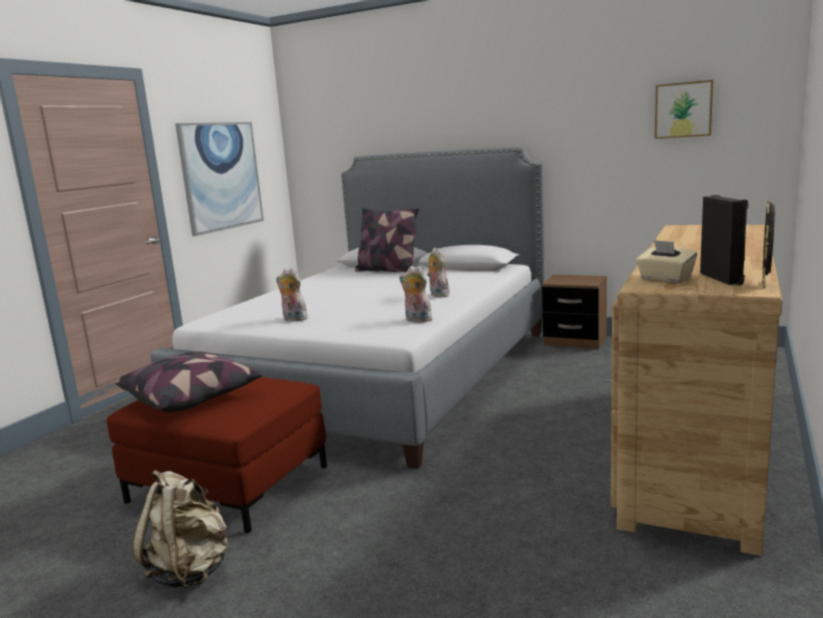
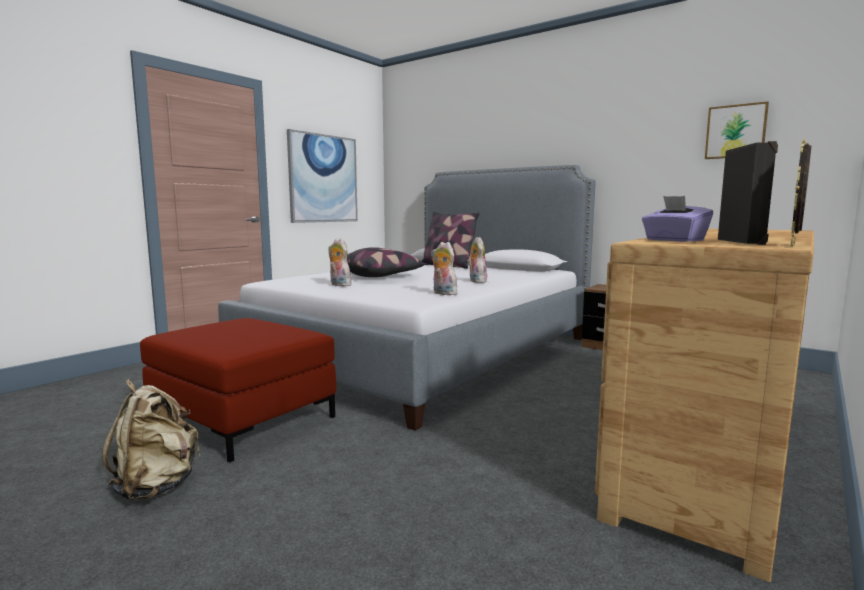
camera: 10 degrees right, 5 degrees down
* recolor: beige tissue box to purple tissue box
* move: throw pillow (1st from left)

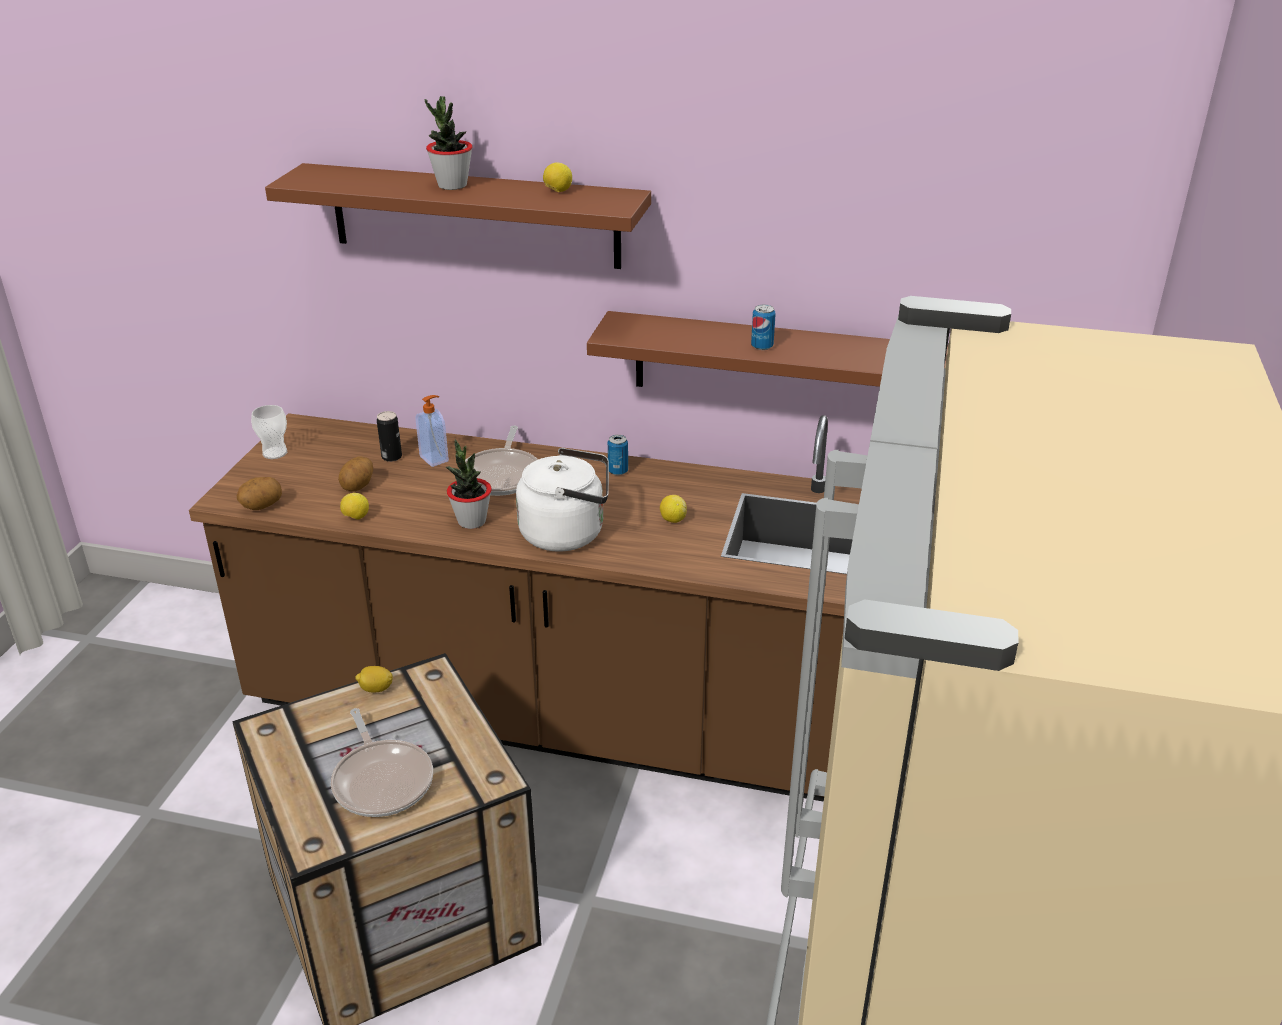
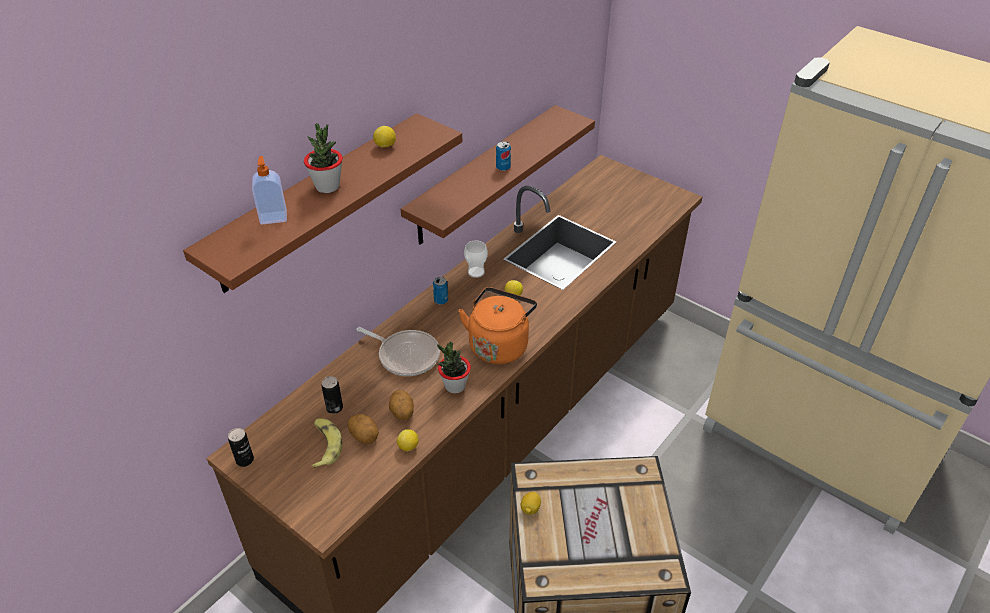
camera: 65 degrees left, 10 degrees up
* move: liquid soap bottle
* move: cup
* recolor: whitish water kettle to orange-coloured water kettle
* move: whole potato (1st from left in the first image) to whole potato (2nd from left)
* delete: frying pan (1st from left)
* insert: whole banana
* insert: sealed can (1st from left)

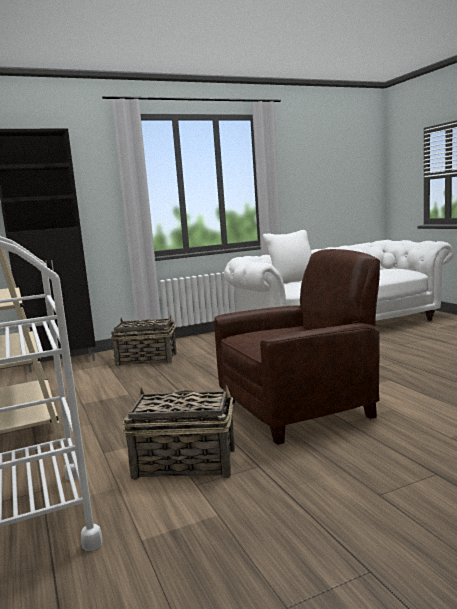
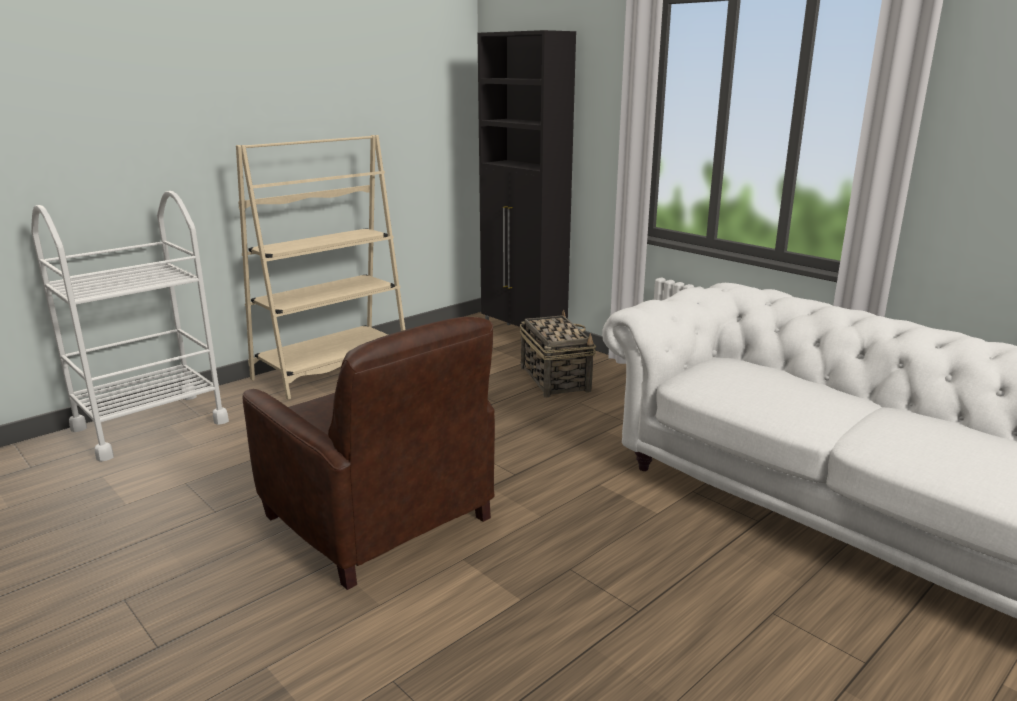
camera: 70 degrees right, 10 degrees up
* delete: whitish throw pillow
* delete: household basket (2nd from left)

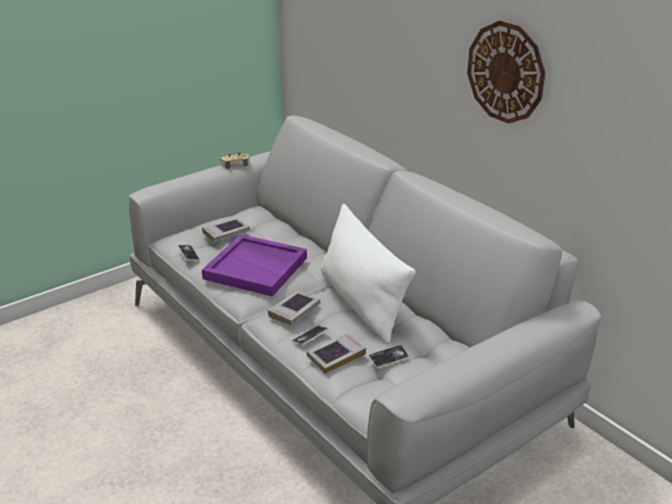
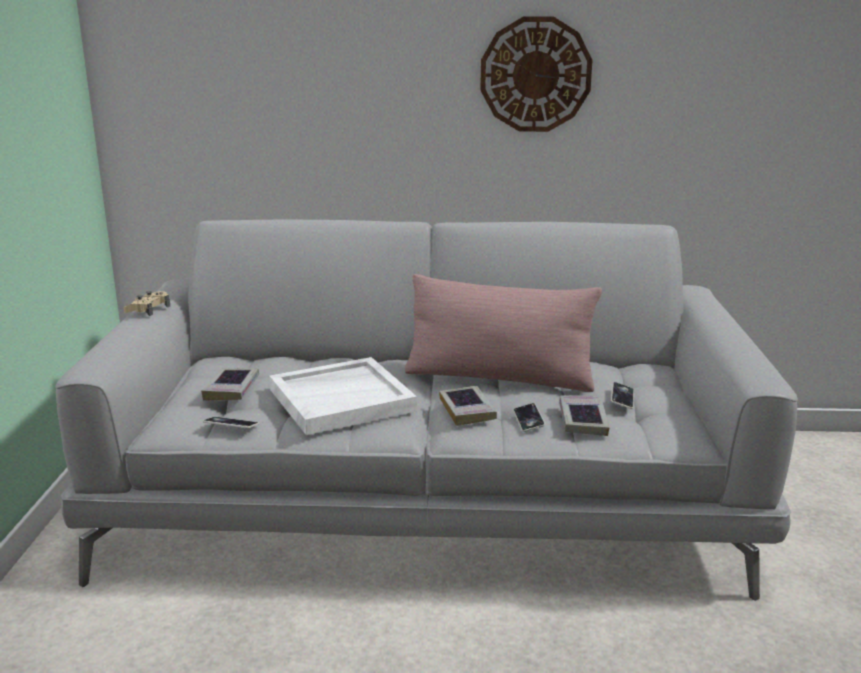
camera: 50 degrees left, 10 degrees down
* recolor: whitish throw pillow to pink throw pillow
* recolor: purple carrying tray to whitish carrying tray

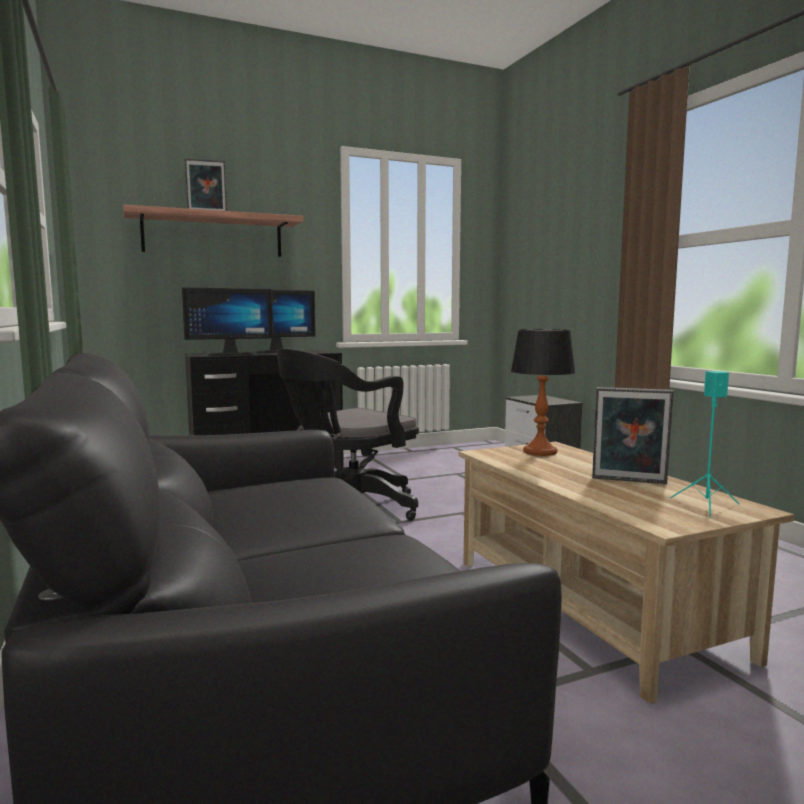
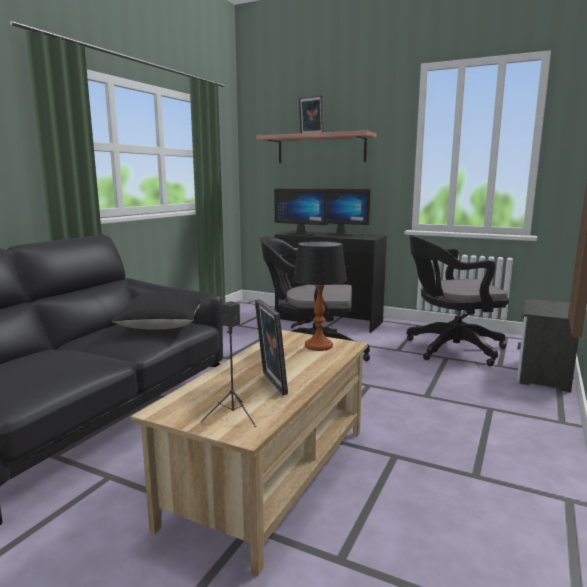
camera: 50 degrees right, 5 degrees up
* recolor: turquoise speaker to blackish speaker
* insert: blackish desk chair (2nd from left)
* insert: blackish throw pillow

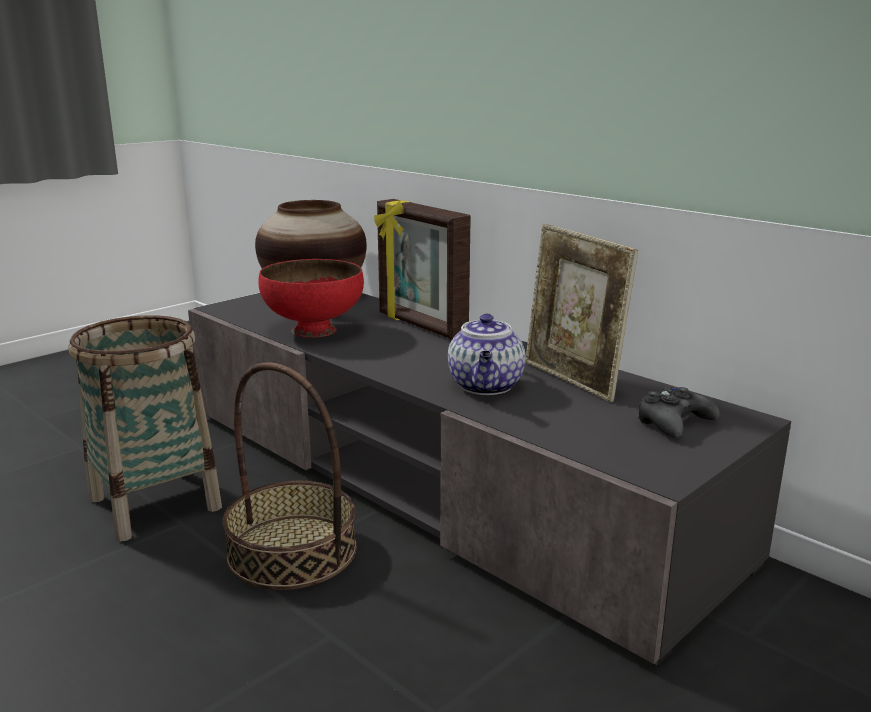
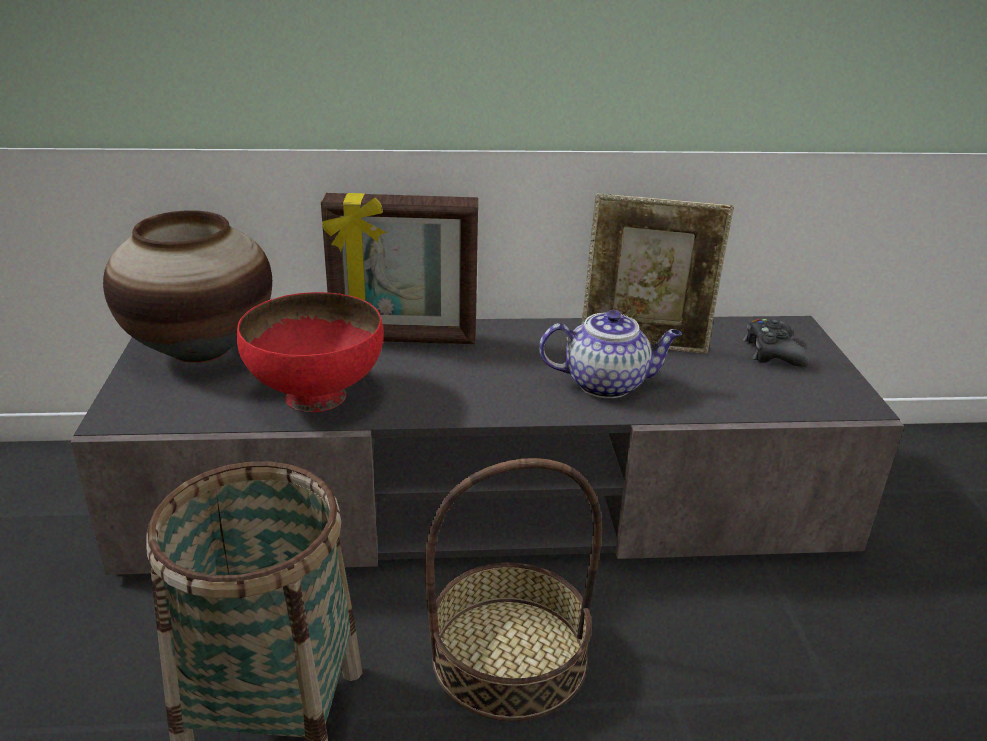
camera: 50 degrees left, 10 degrees up
* rotate: pot for tea 45 degrees counterclockwise

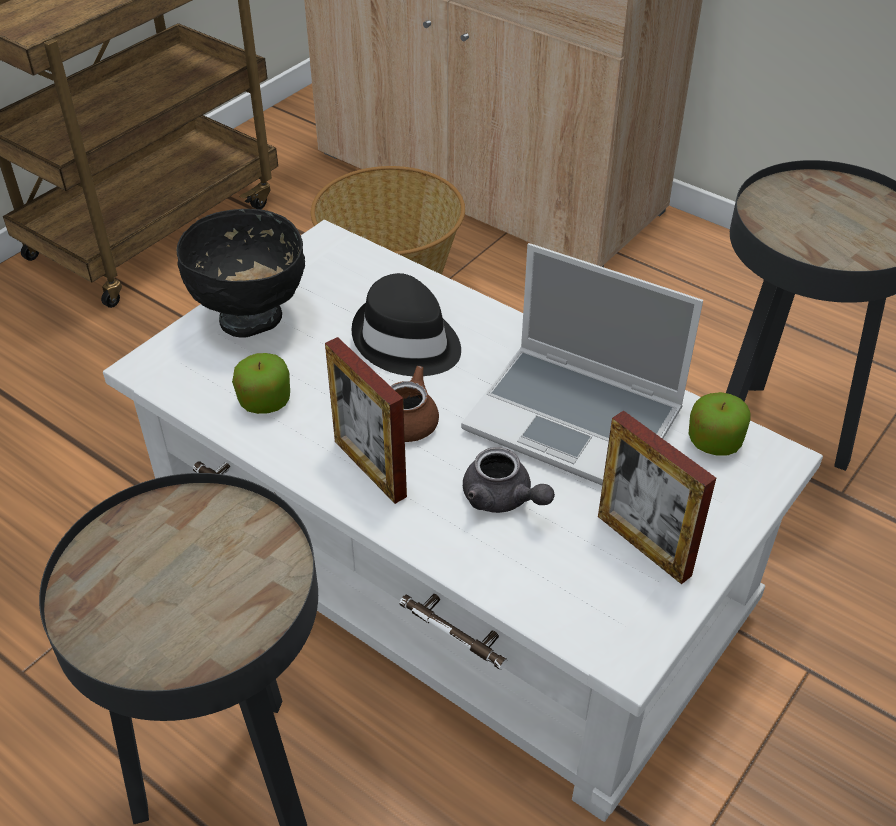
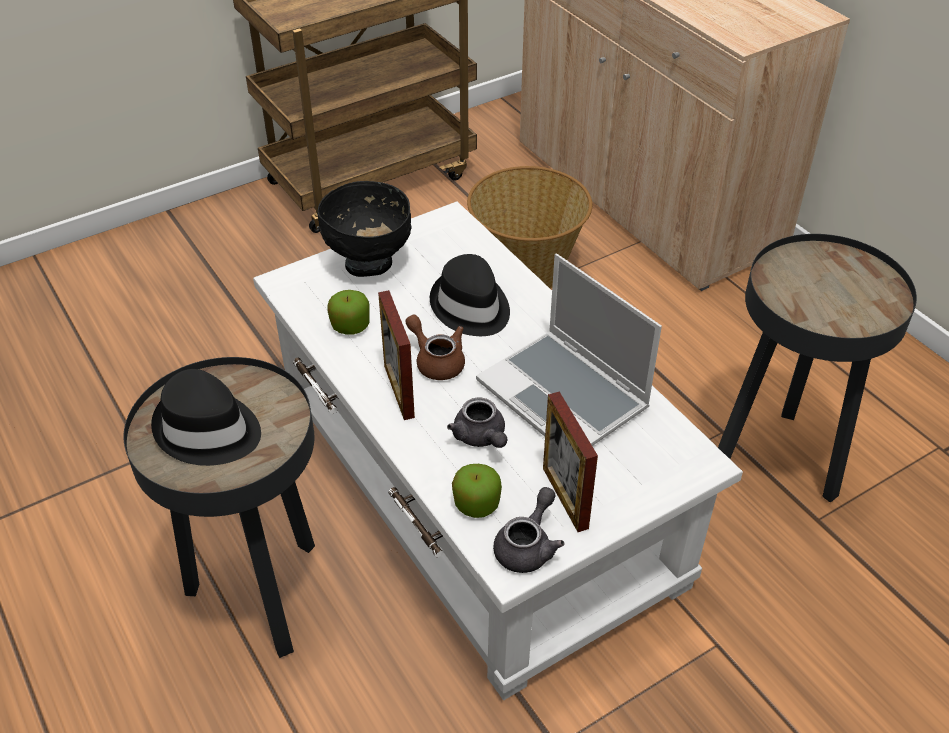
camera: 20 degrees right, 0 degrees up
* move: whole apple (2nd from left)
* insert: blackish hat (1st from left)
* insert: gray pot for tea (2nd from left)

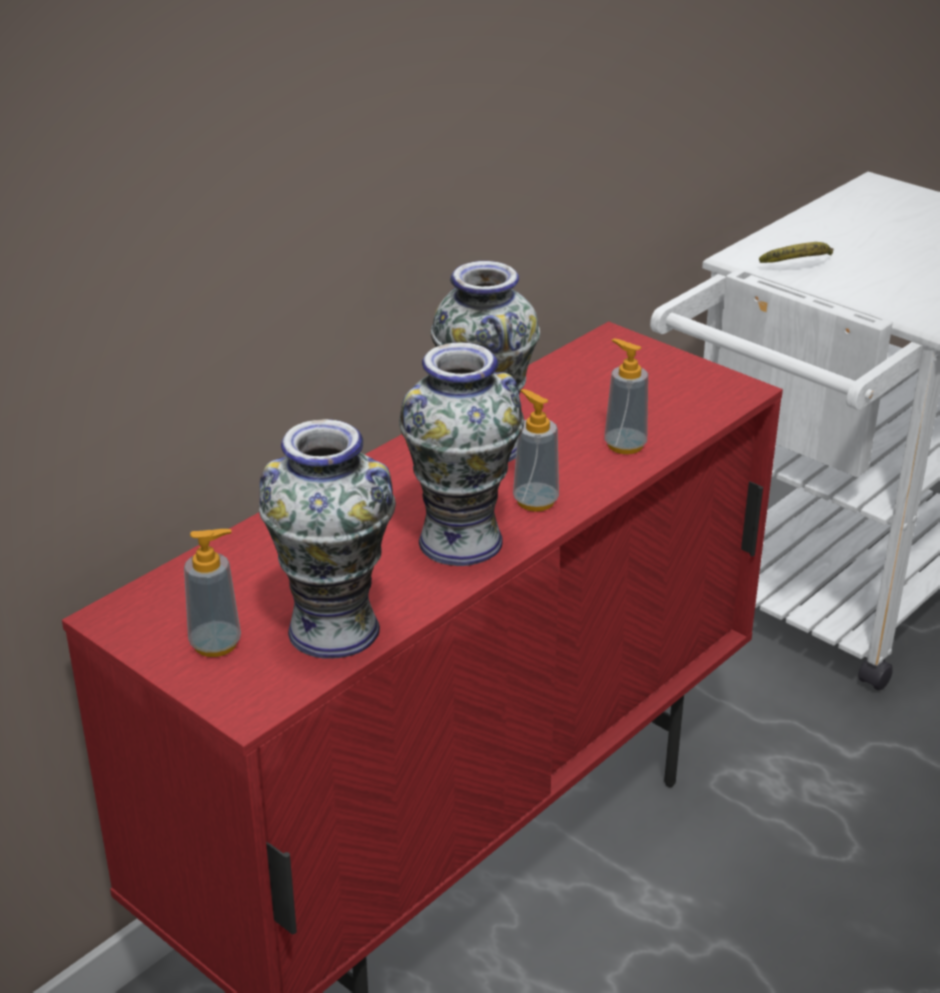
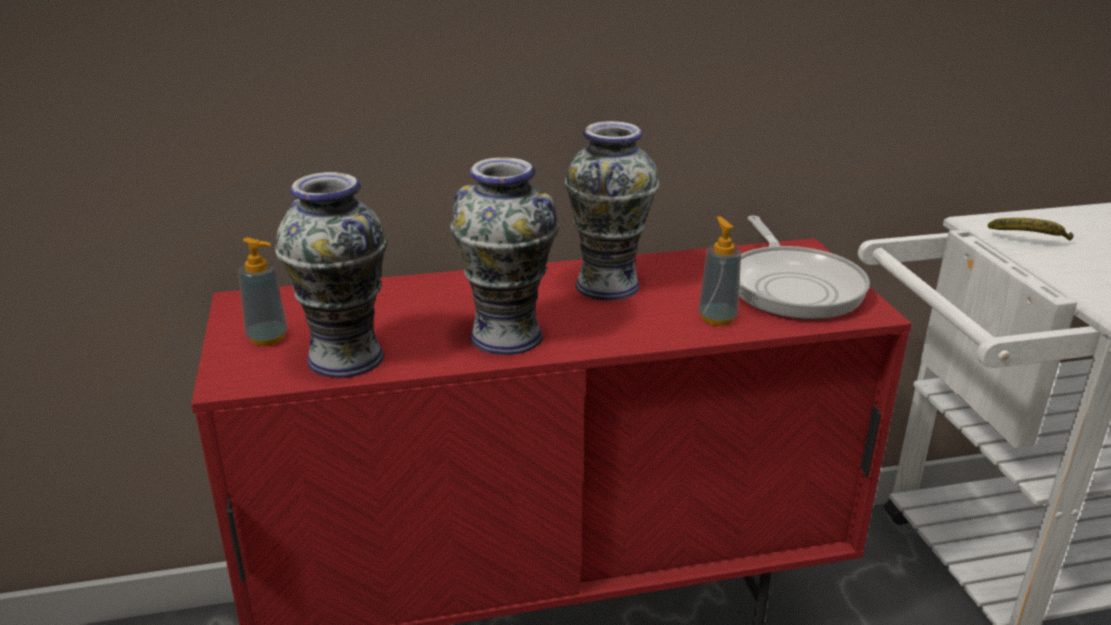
camera: 35 degrees right, 5 degrees down
* delete: liquid soap bottle (2nd from left)
* insert: frying pan

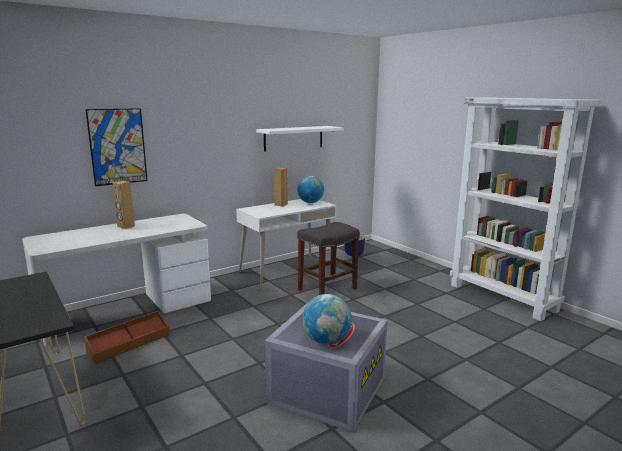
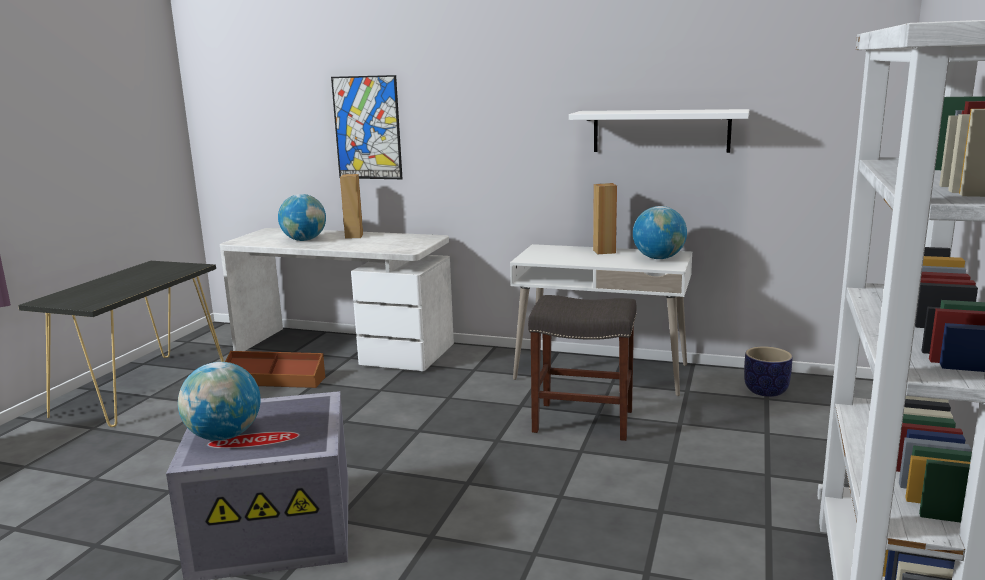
camera: 55 degrees right, 0 degrees up
* insert: world globe (2nd from left)

